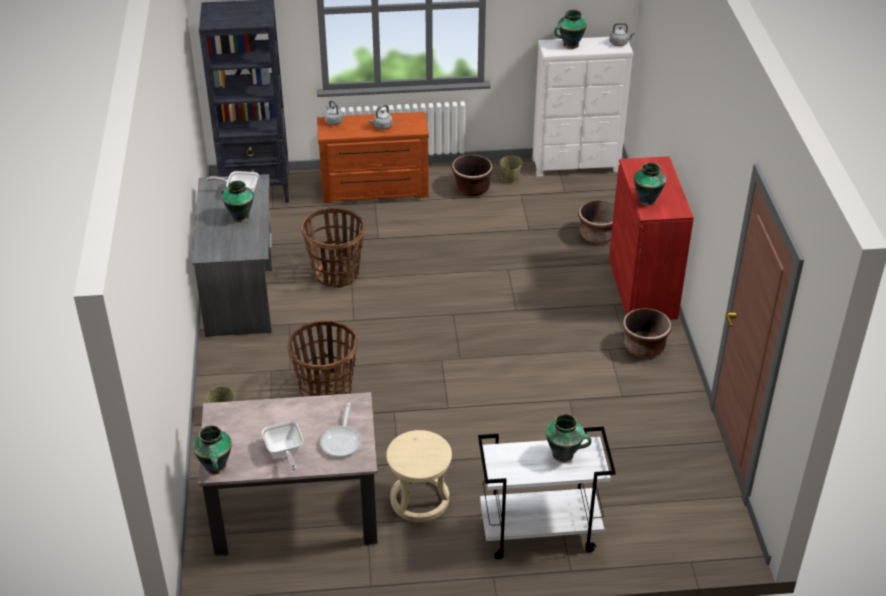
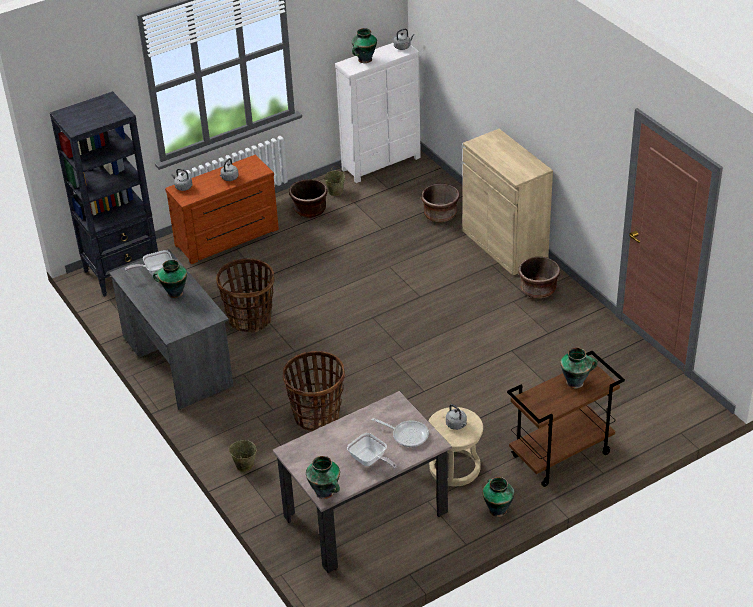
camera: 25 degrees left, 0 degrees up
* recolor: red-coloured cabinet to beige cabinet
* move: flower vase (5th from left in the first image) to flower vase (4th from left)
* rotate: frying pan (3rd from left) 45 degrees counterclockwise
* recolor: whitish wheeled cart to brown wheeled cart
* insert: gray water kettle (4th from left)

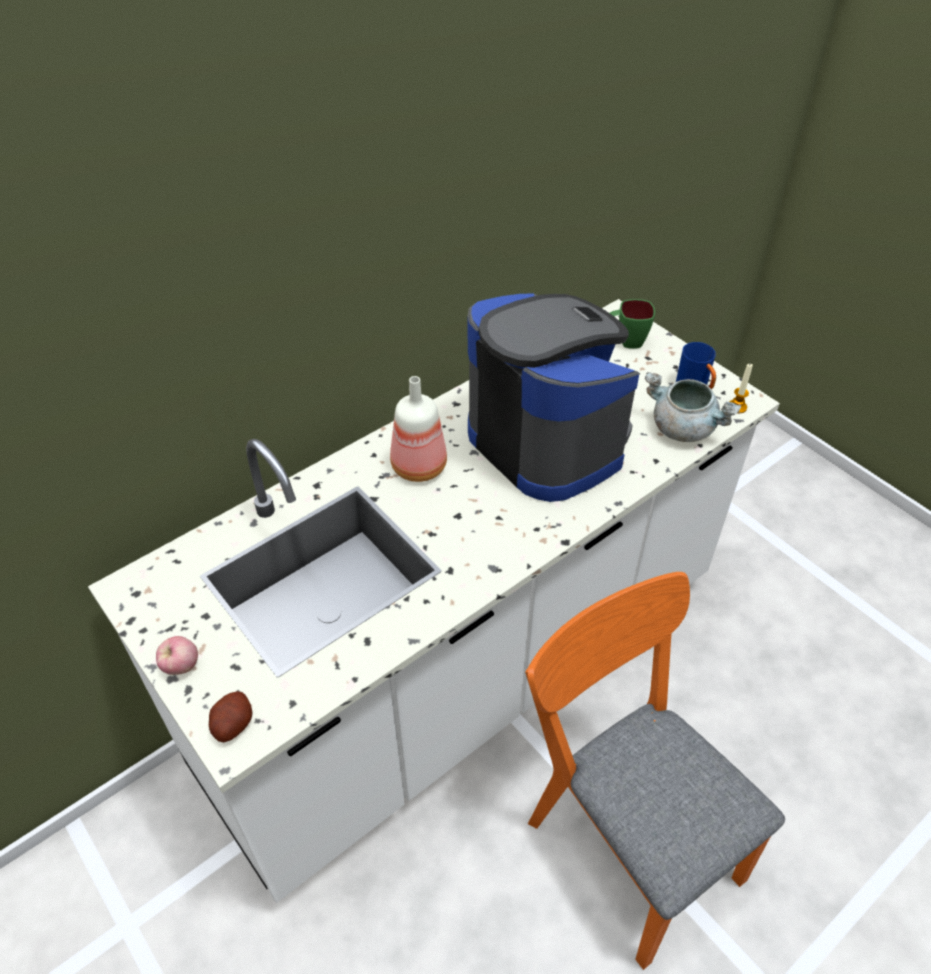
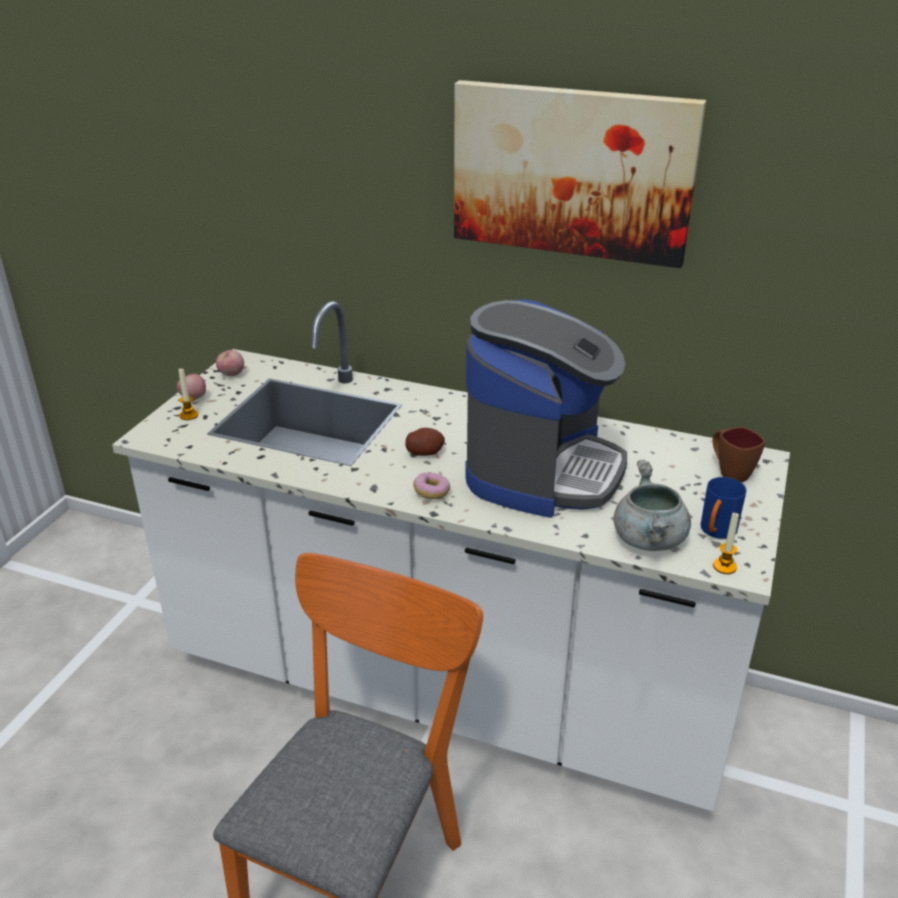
camera: 60 degrees right, 15 degrees down
* recolor: greenish coffee mug to brown coffee mug
* delete: bottle
* move: whole potato
* insert: wall art
* insert: whole apple (2nd from left)
* insert: wax candle (1st from left)
* insert: donut

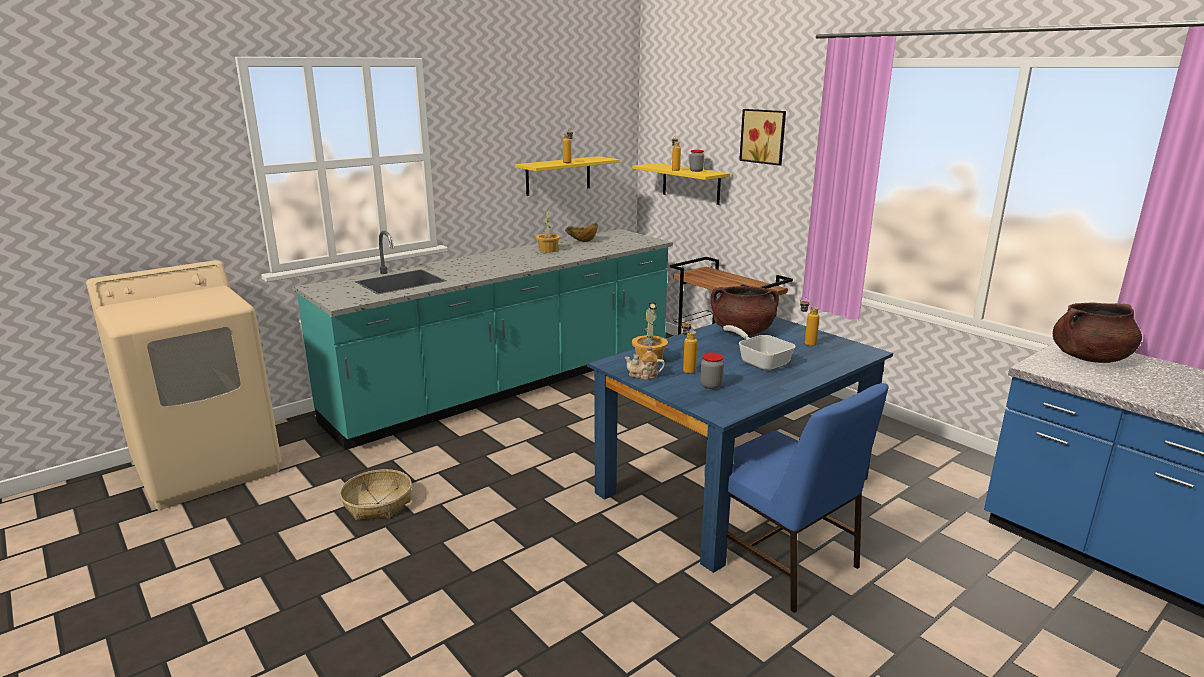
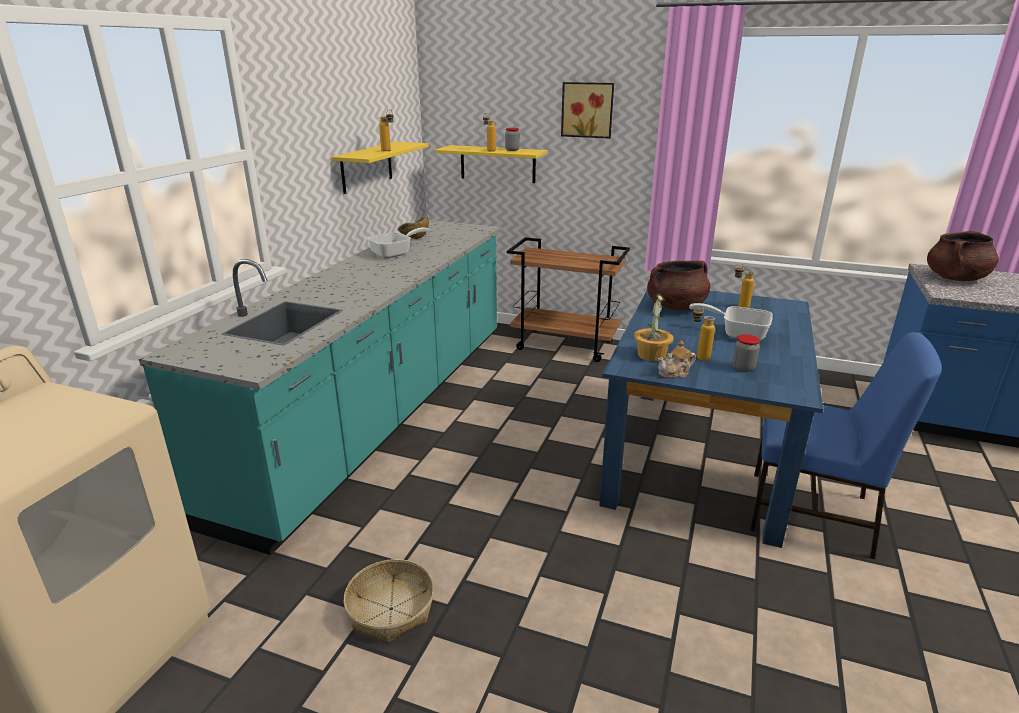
camera: 30 degrees left, 5 degrees up
* replace: houseplant (1st from left) to frying pan (1st from left)

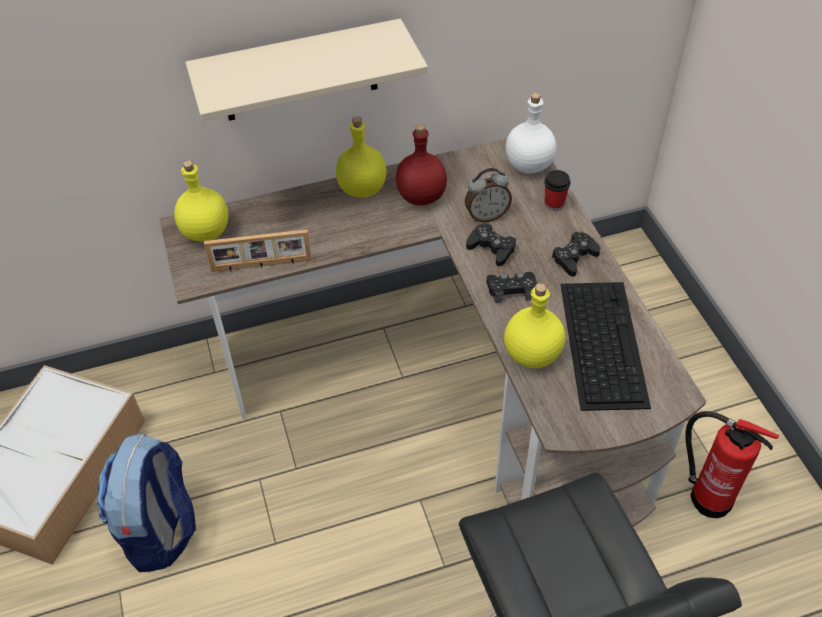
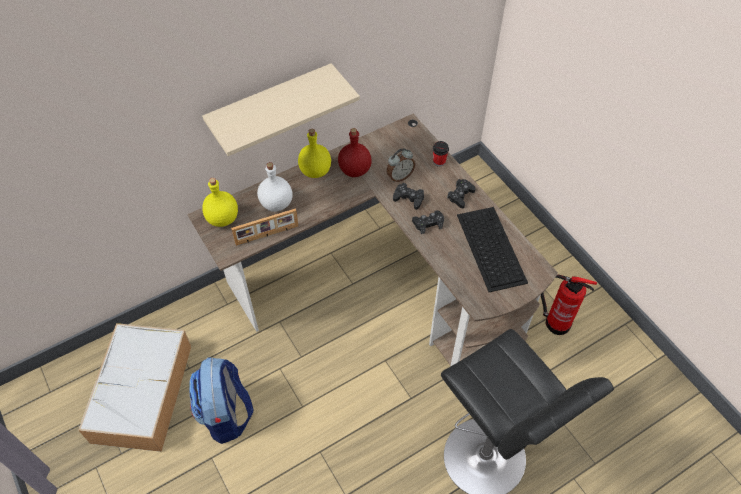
camera: 15 degrees left, 5 degrees up
* move: whitish bottle
* delete: yellow-coloured bottle (3rd from left)

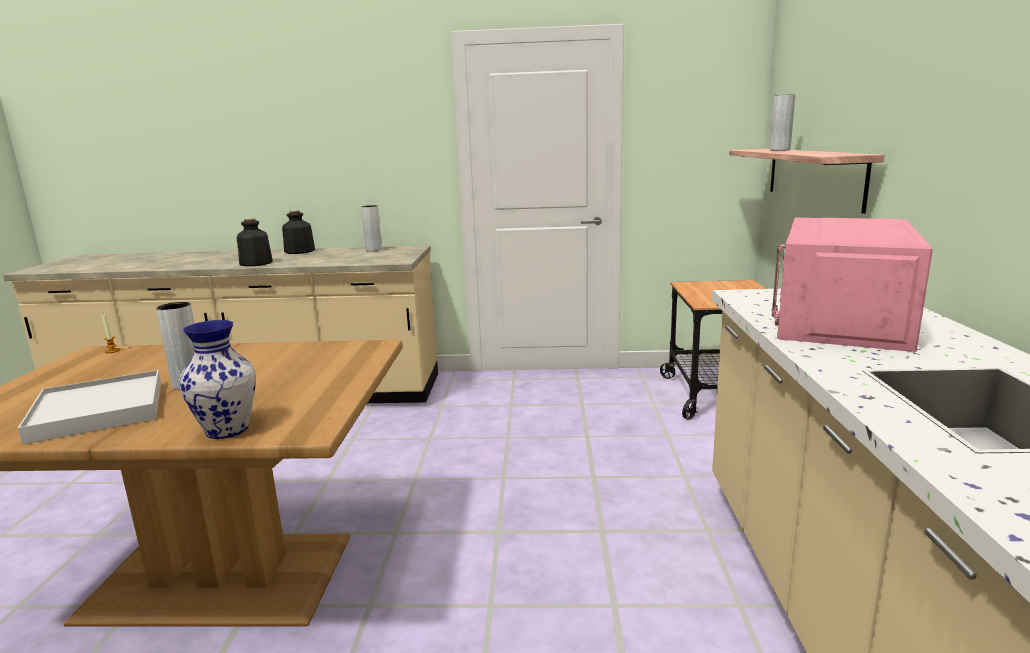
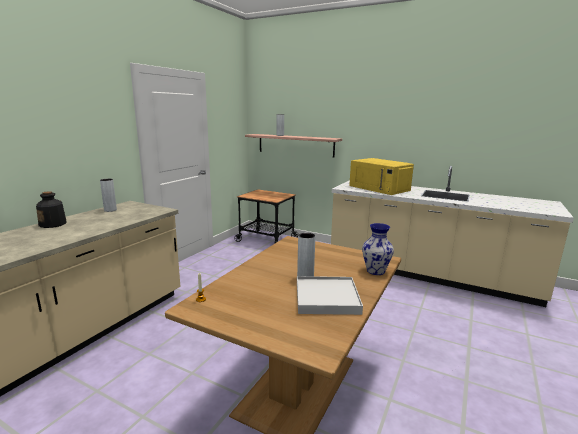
camera: 65 degrees left, 0 degrees up
* recolor: pink kitchen microwave to yellow-coloured kitchen microwave
* delete: bottle (1st from left)

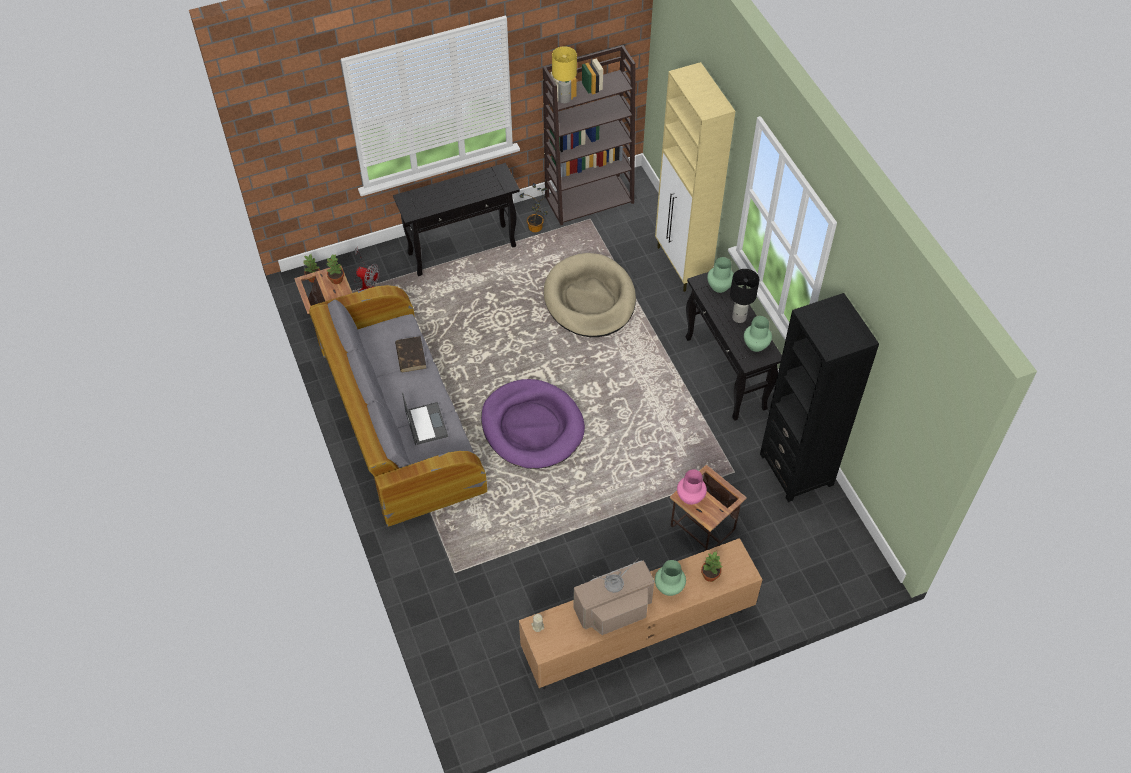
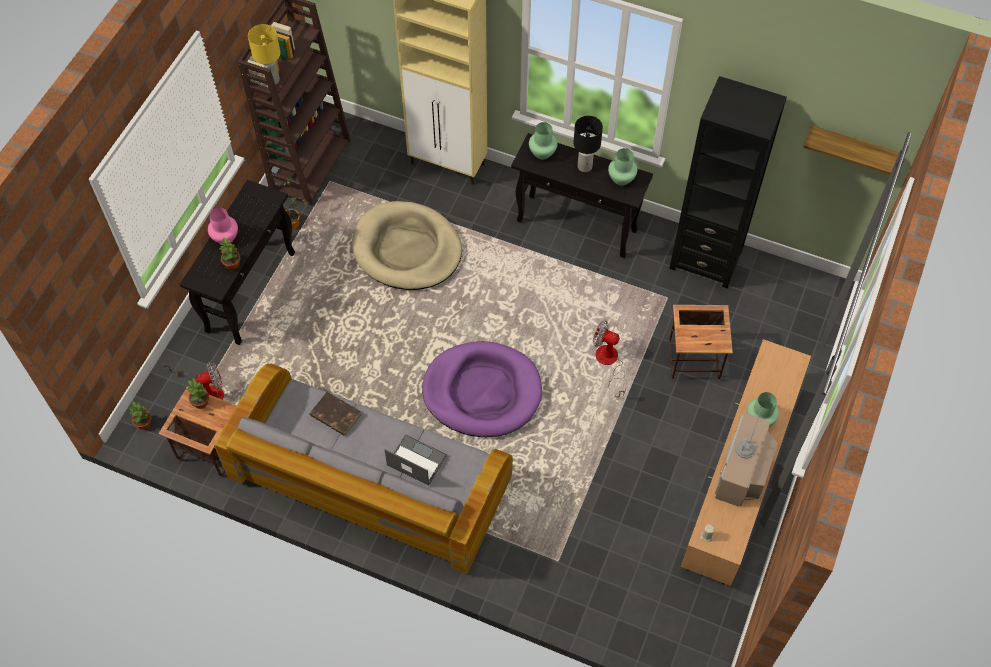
camera: 45 degrees left, 5 degrees up
* move: pink flower vase
* move: houseplant (4th from left in the first image) to houseplant (3rd from left)
* insert: wall shelf
* insert: electric fan (2nd from left)

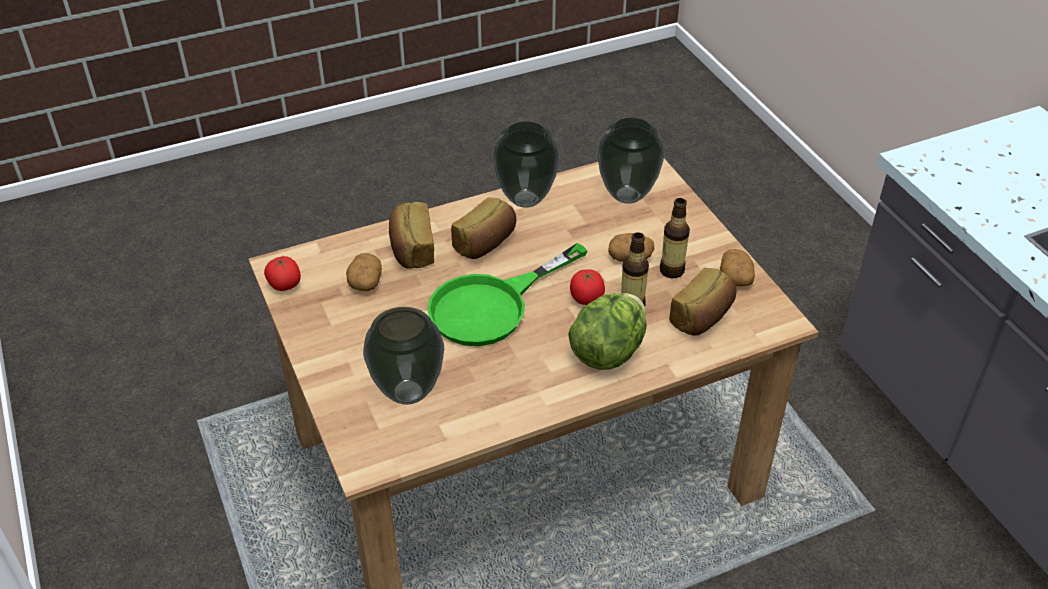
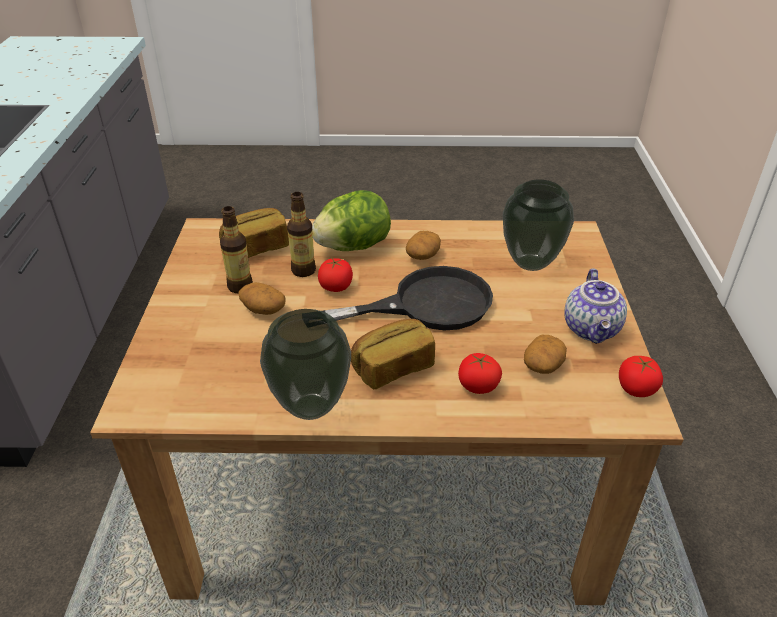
camera: 155 degrees left, 5 degrees down
* delete: flower vase (3rd from left)
* replace: baked bread (1st from left) to whole tomato (2nd from left)
* recolor: greenish frying pan to blackish frying pan
* move: whole potato (3rd from left in the first image) to whole potato (2nd from left)
* insert: pot for tea

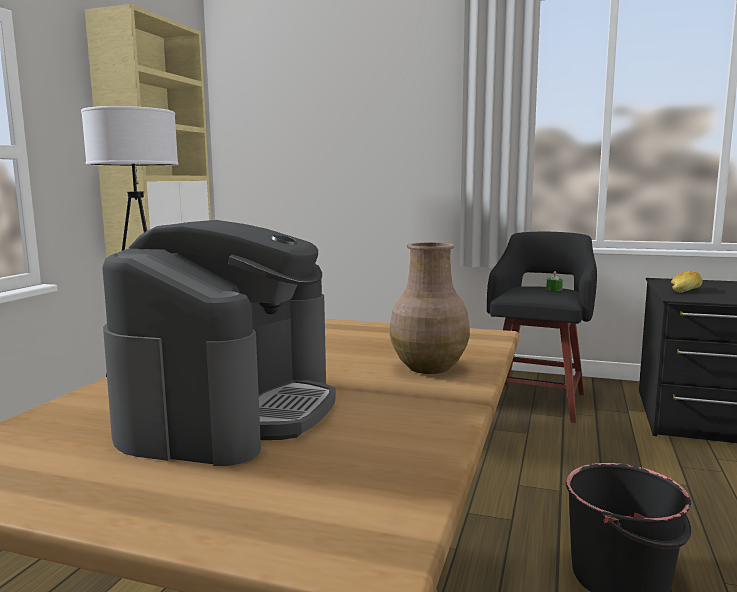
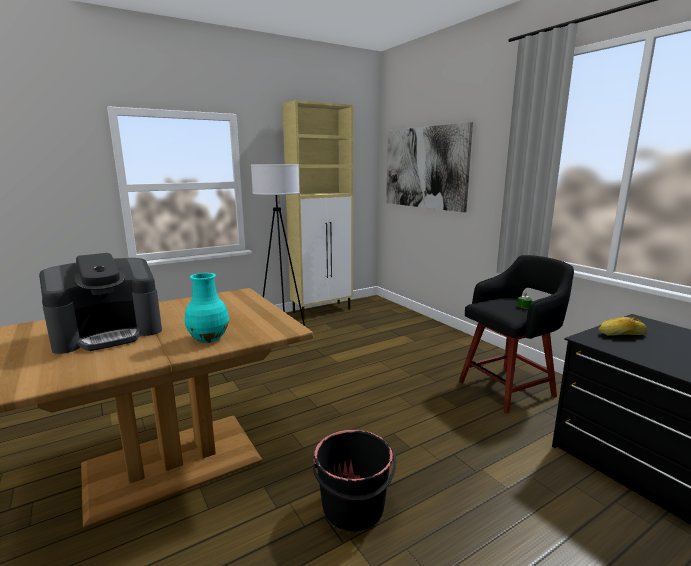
camera: 40 degrees right, 5 degrees up
* recolor: brown flower vase to turquoise flower vase
* insert: wall art

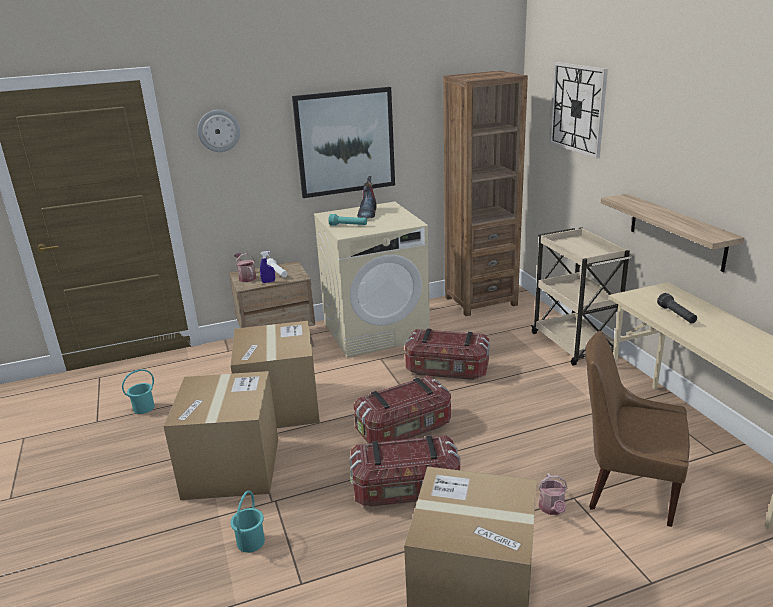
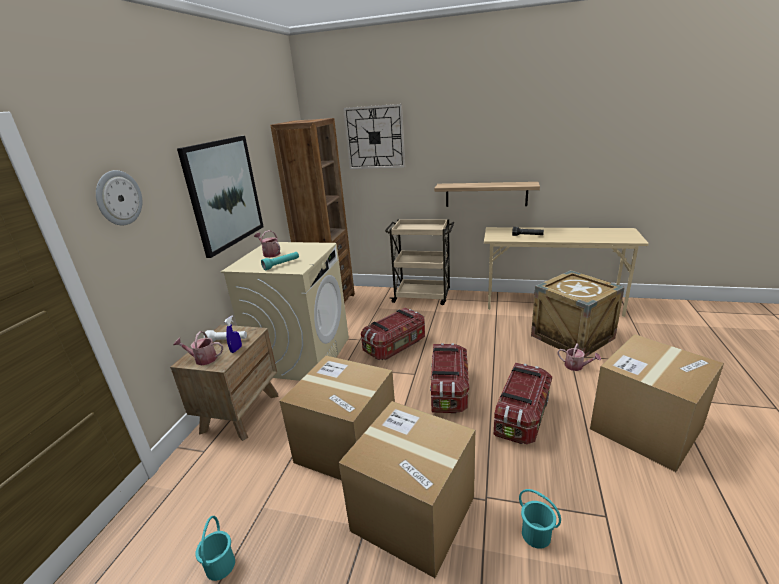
camera: 55 degrees left, 0 degrees up
* replace: tall boot to watering pot (2nd from left)
* replace: brown upright chair to shipping crate

